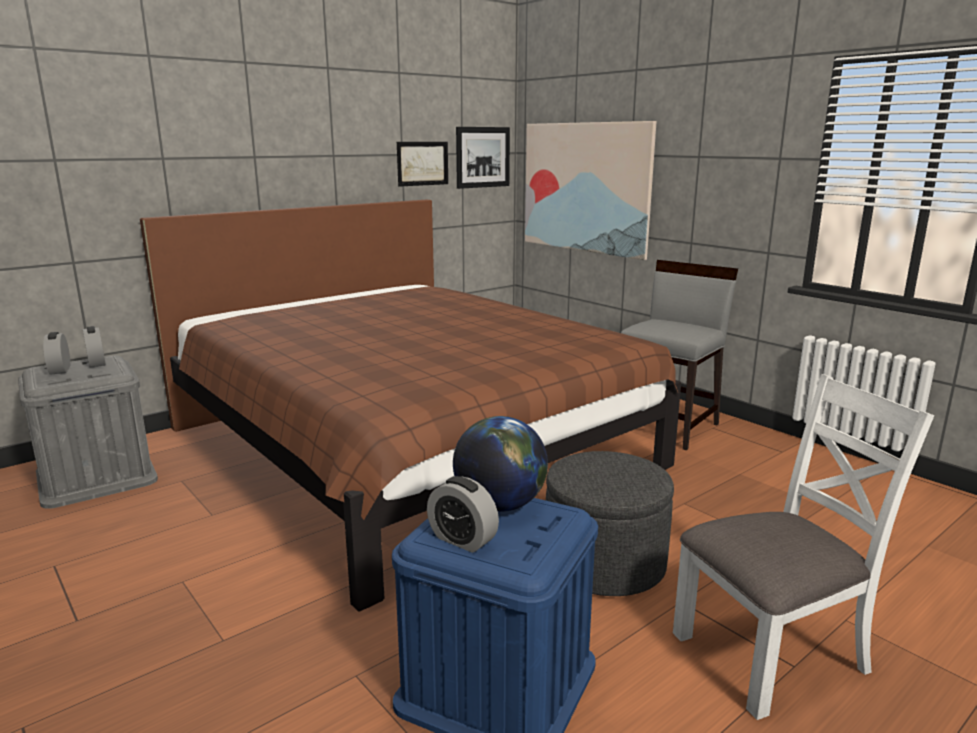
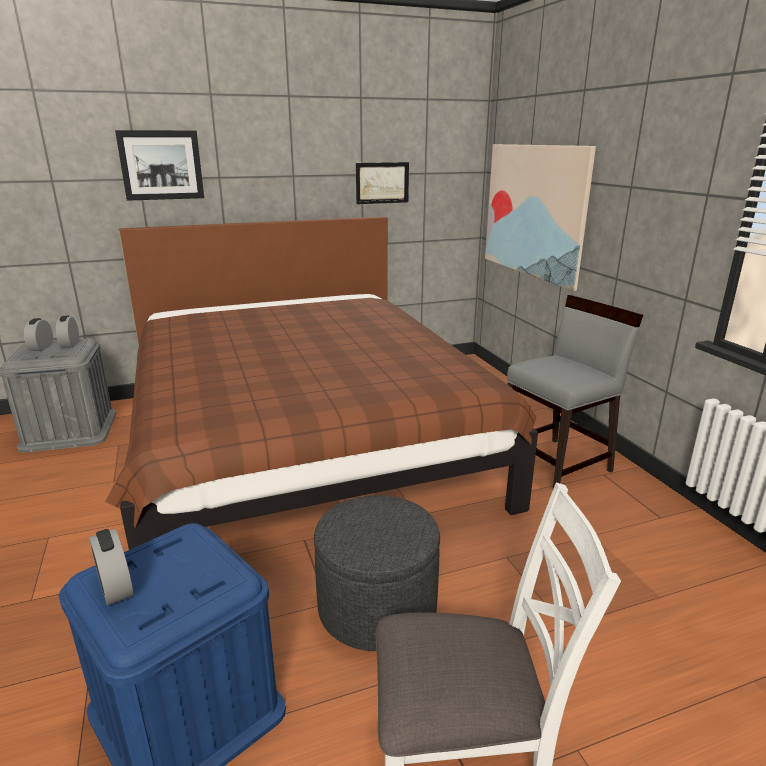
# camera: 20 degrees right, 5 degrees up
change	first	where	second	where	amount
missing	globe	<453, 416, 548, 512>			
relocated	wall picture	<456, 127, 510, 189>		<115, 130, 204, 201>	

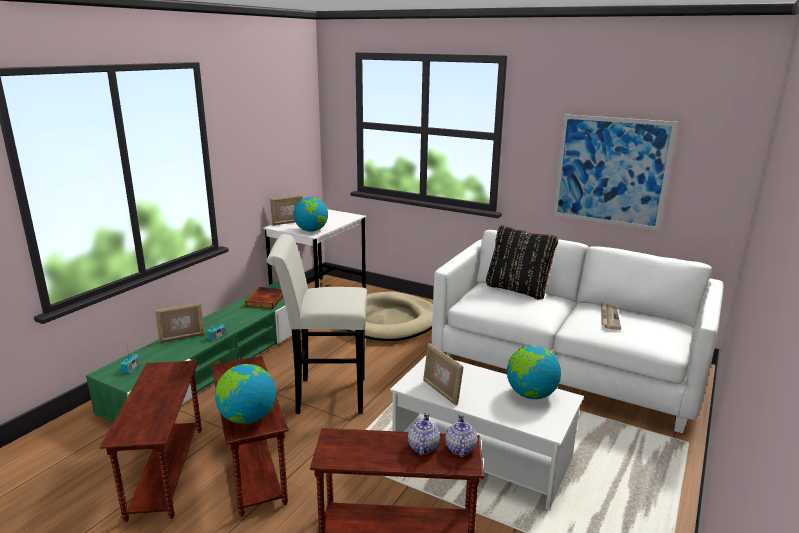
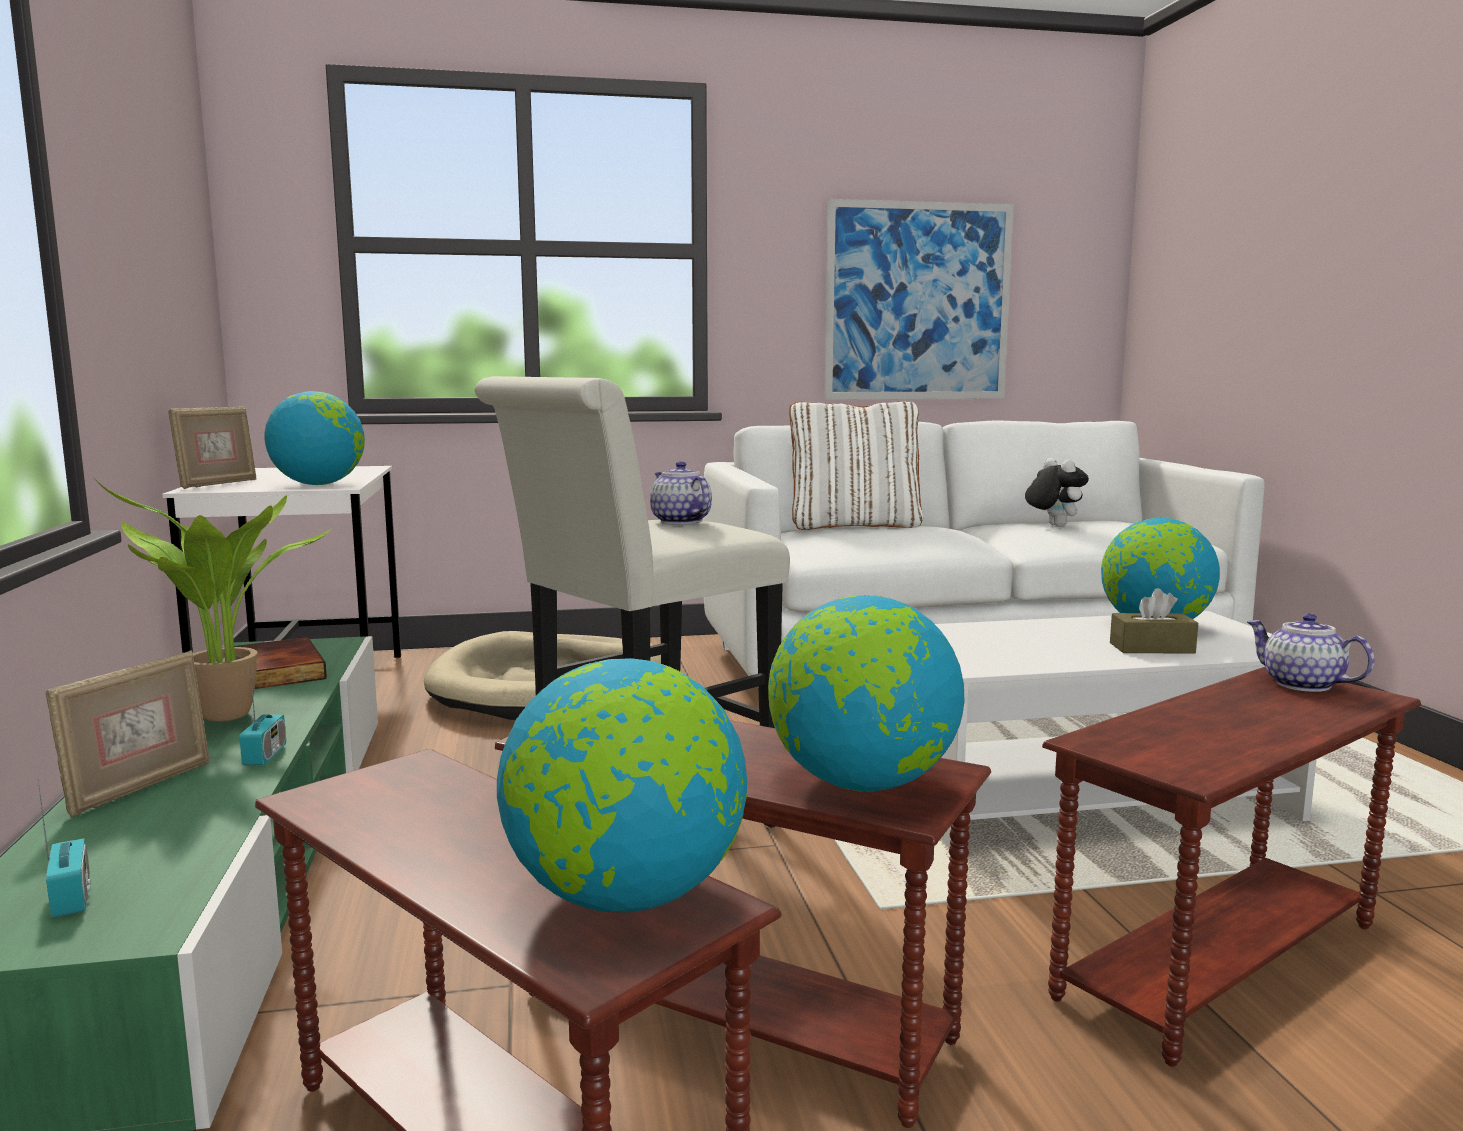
# camera: 40 degrees left, 10 degrees down
change	first	where	second	where	amount
missing	standing frame	<423, 343, 463, 406>			
appeared			houseplant	<92, 476, 333, 722>	
appeared			globe	<497, 658, 747, 912>	
appeared			tissue box in brown	<1110, 588, 1198, 654>	
relocated	teapot	<408, 413, 440, 455>		<650, 461, 712, 525>	
exchanged	newspaper	<601, 303, 621, 330>	cuddly toy	<1025, 458, 1089, 527>	
colour	pillow in black	<486, 225, 558, 299>	pillow in white	<789, 401, 923, 530>	

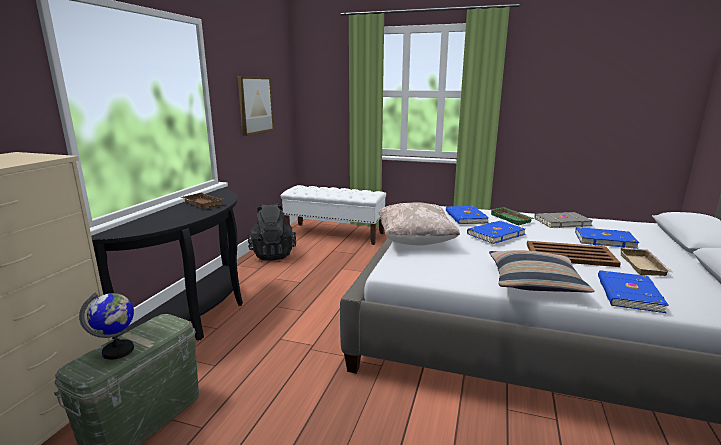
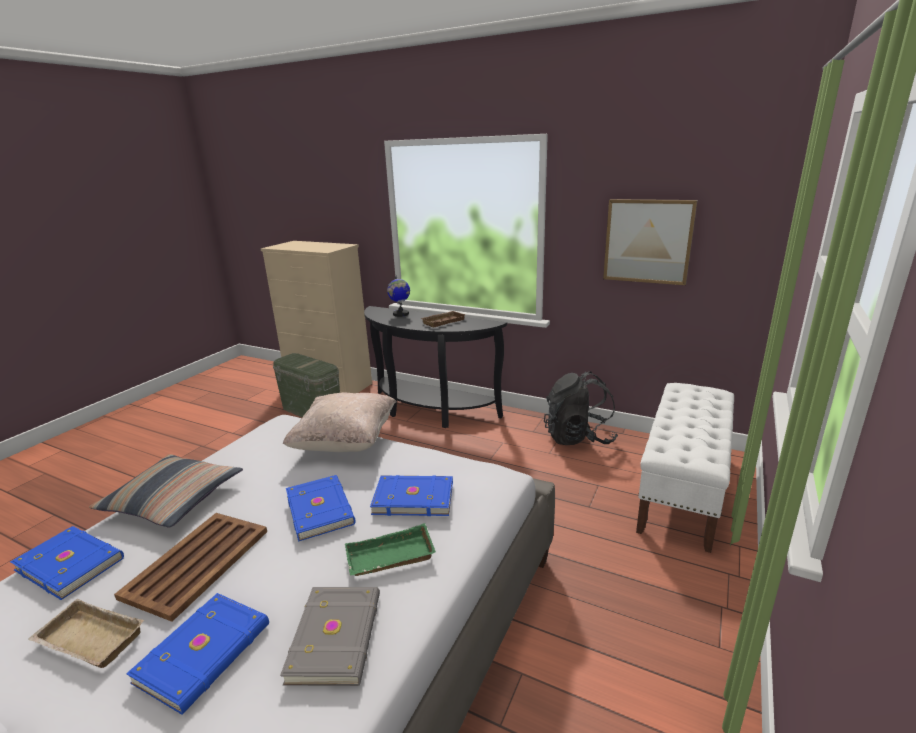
# camera: 100 degrees right, 5 degrees up
change	first	where	second	where	amount
relocated	globe	<79, 293, 134, 360>		<387, 275, 410, 317>	

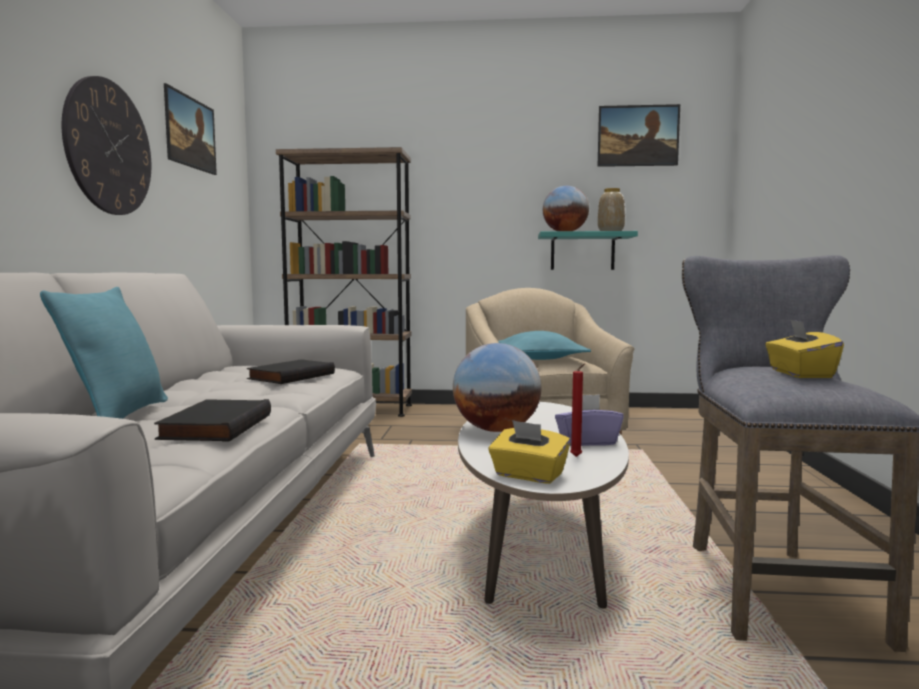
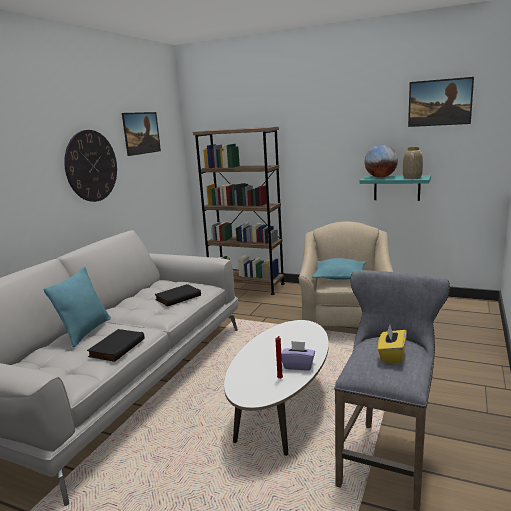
# camera: 20 degrees right, 10 degrees up
change	first	where	second	where	amount
missing	globe	<453, 343, 541, 432>			
missing	tissue box in yellow-coloured	<488, 420, 571, 484>			

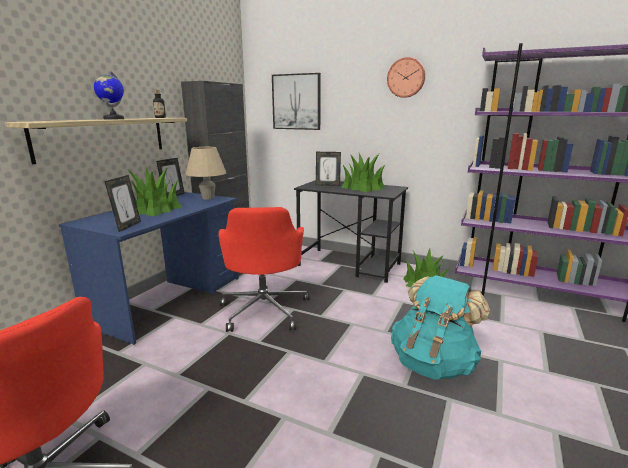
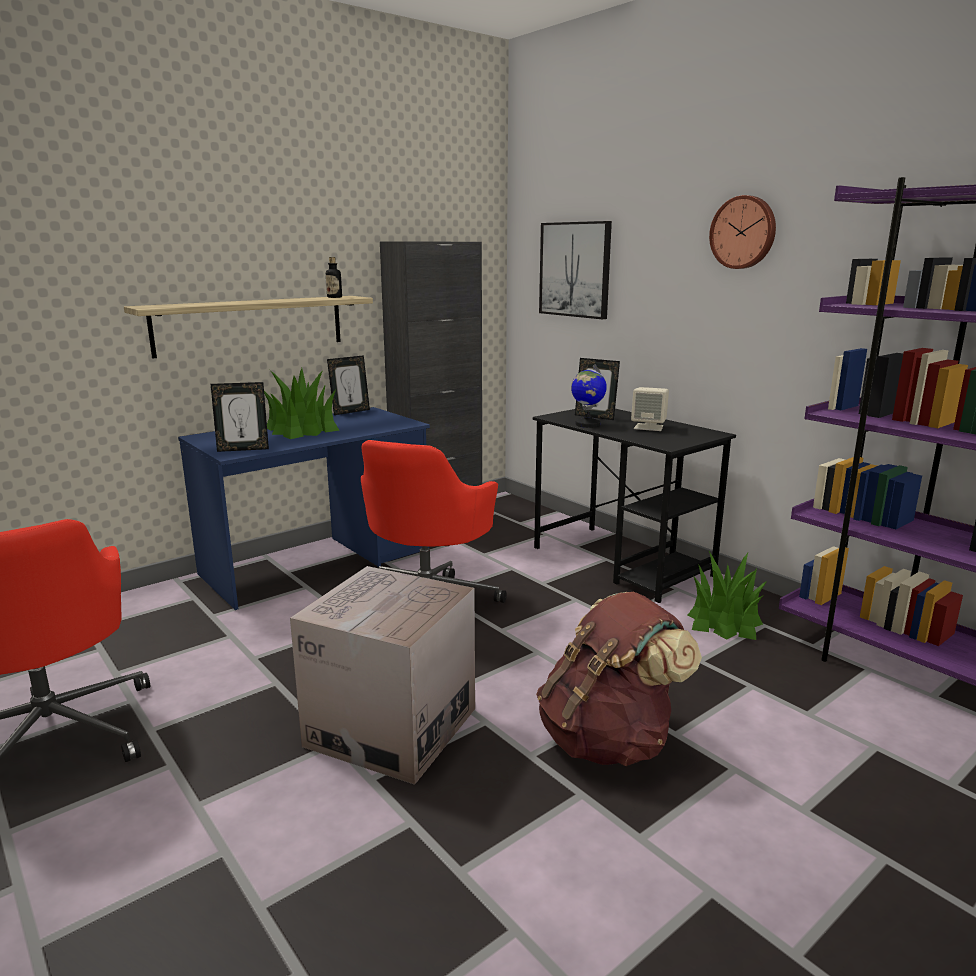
# camera: 25 degrees right, 0 degrees up
change	first	where	second	where	amount
missing	lamp for a table in sand-coloured	<185, 147, 226, 200>			
appeared			packing box	<290, 566, 475, 785>	
relocated	globe	<94, 71, 124, 119>		<571, 364, 607, 428>	
exchanged	houseplant	<341, 153, 386, 192>	speaker in sand-coloured	<631, 387, 669, 431>	
colour	rucksack in blue-green	<391, 275, 490, 380>	rucksack in brown	<536, 592, 702, 766>	
spun	standing frame	<104, 175, 141, 232>		<211, 382, 269, 452>	45 degrees clockwise

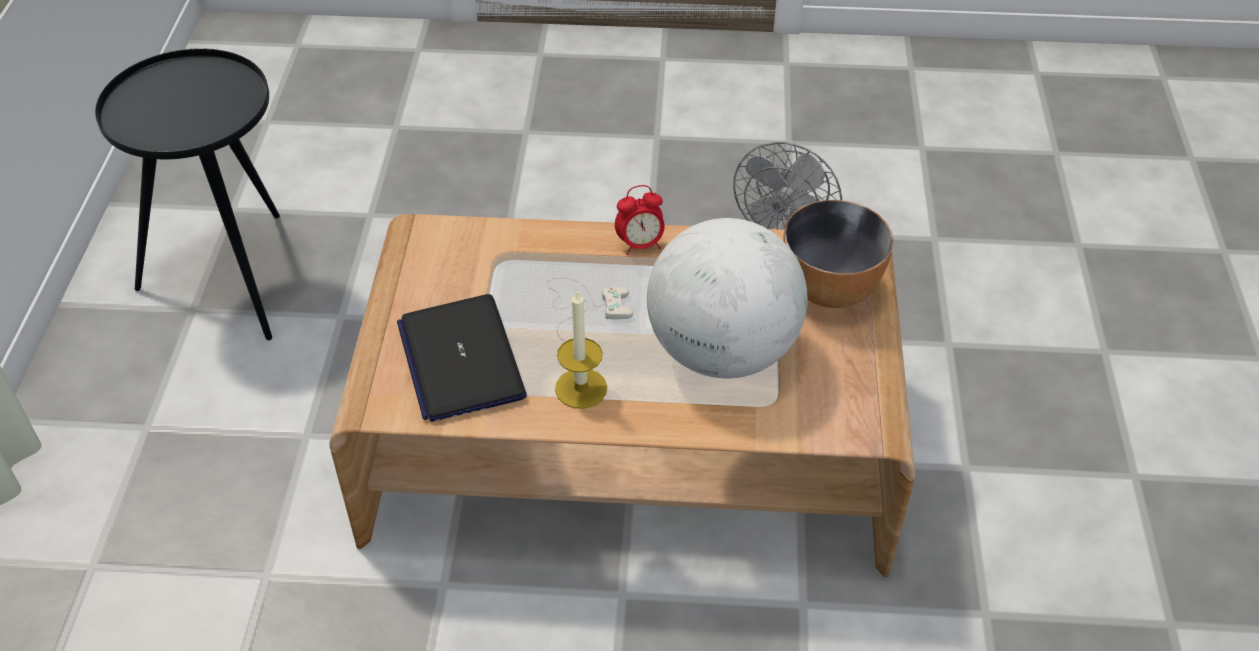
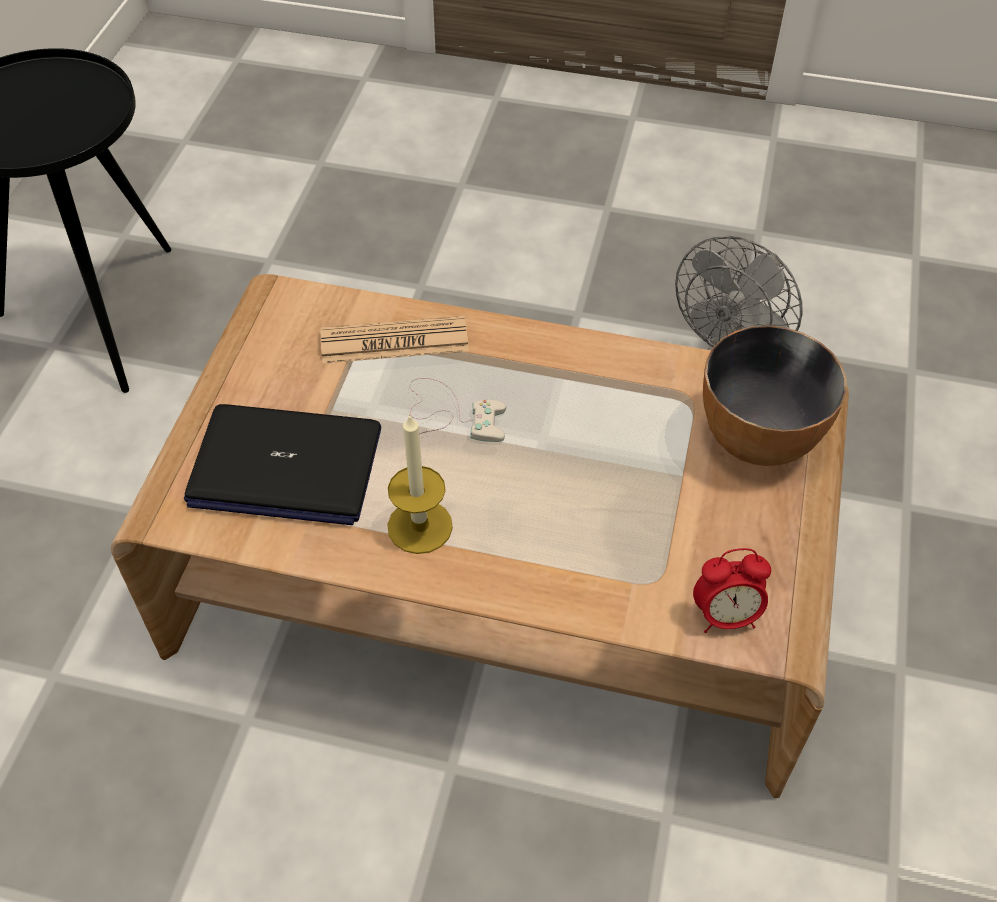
# camera: 10 degrees right, 5 degrees up
change	first	where	second	where	amount
missing	globe	<647, 218, 807, 378>			
appeared			newspaper	<321, 316, 469, 364>	
relocated	bedside clock	<615, 185, 664, 255>		<693, 548, 771, 633>	
spun	portable computer	<397, 294, 527, 422>		<184, 404, 381, 525>	75 degrees counterclockwise

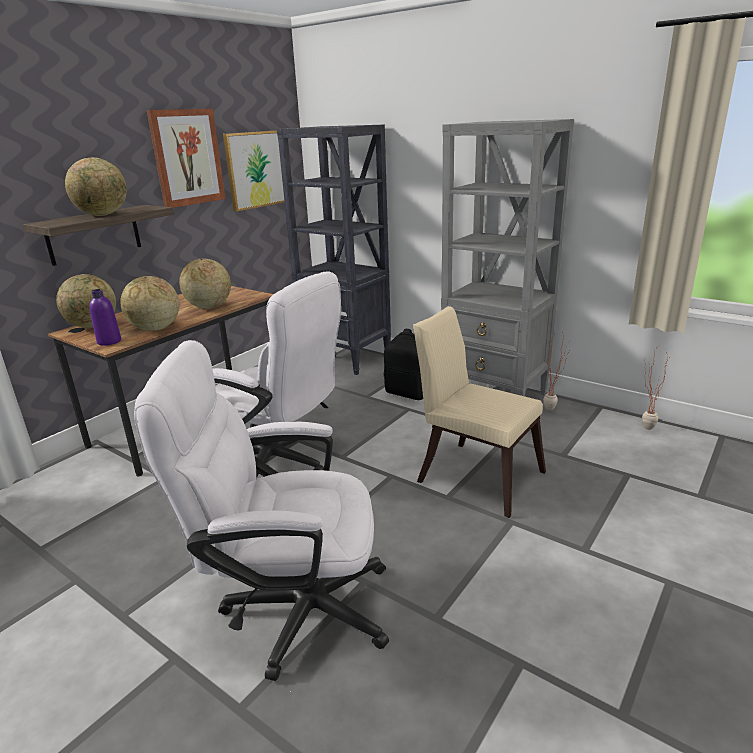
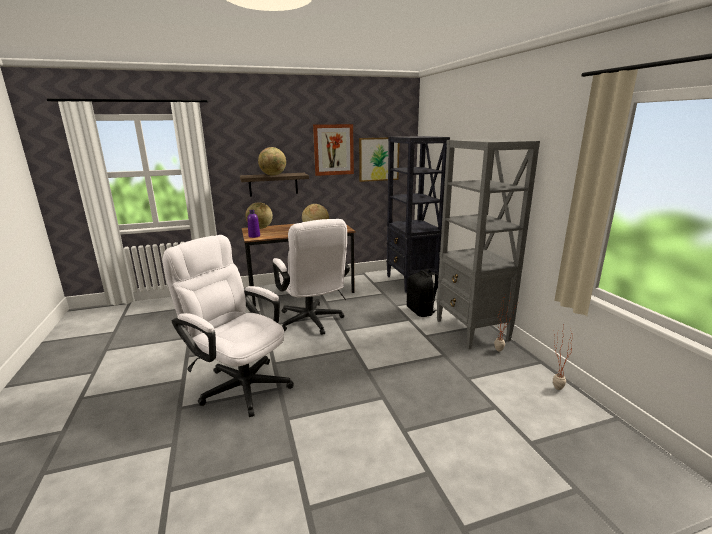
# camera: 35 degrees right, 5 degrees down
change	first	where	second	where	amount
missing	globe	<121, 276, 179, 331>			
missing	plain chair in sand-coloured	<413, 306, 546, 518>			

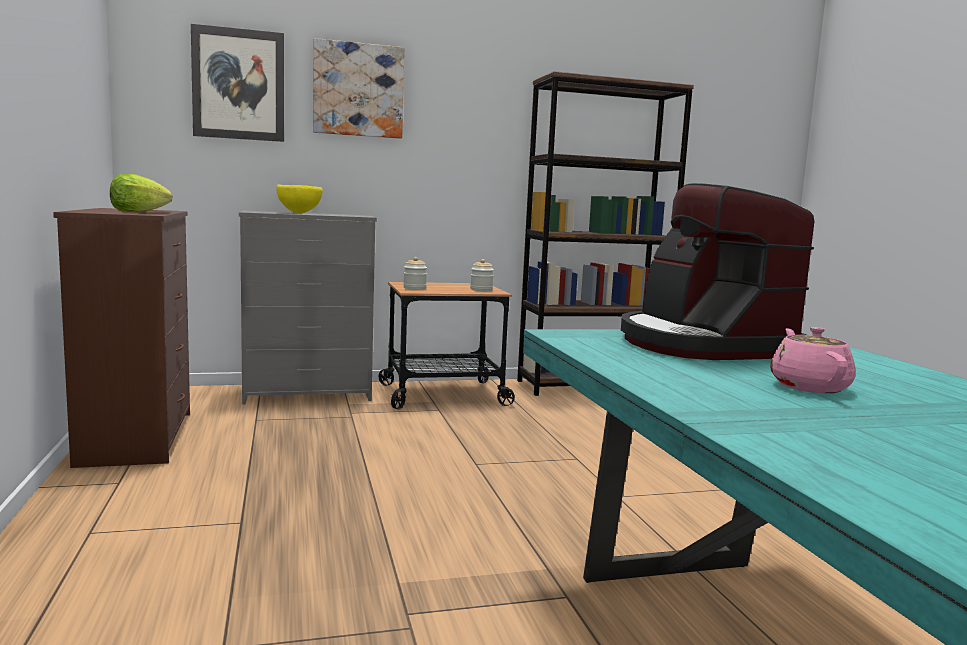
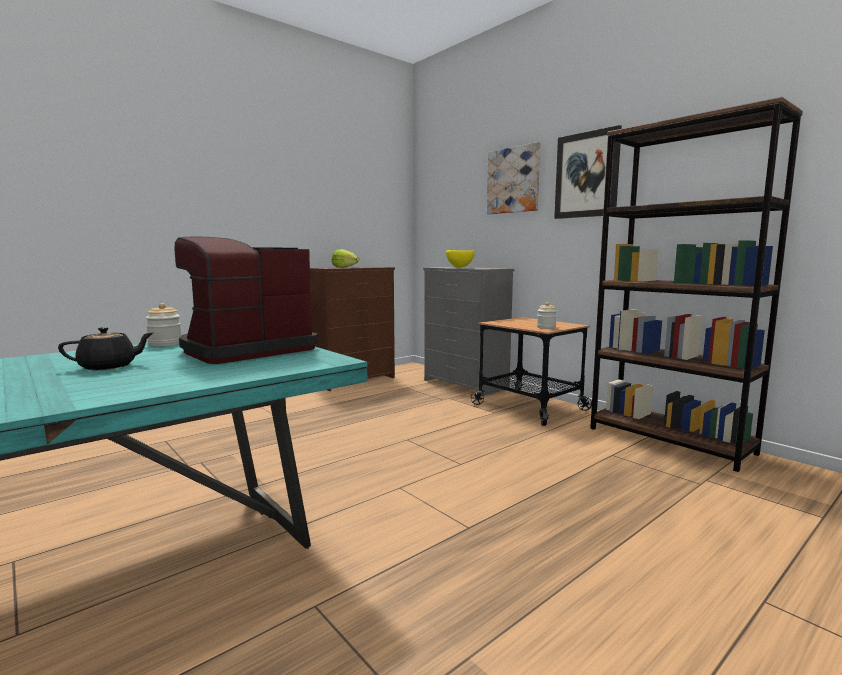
# camera: 65 degrees right, 0 degrees up
change	first	where	second	where	amount
relocated	wall picture	<191, 24, 284, 142>		<554, 125, 622, 219>	
relocated	preserve jar	<403, 257, 427, 289>		<146, 303, 181, 346>	
colour	teapot in pink-coloured	<770, 327, 856, 393>	teapot in black	<58, 327, 153, 370>	

